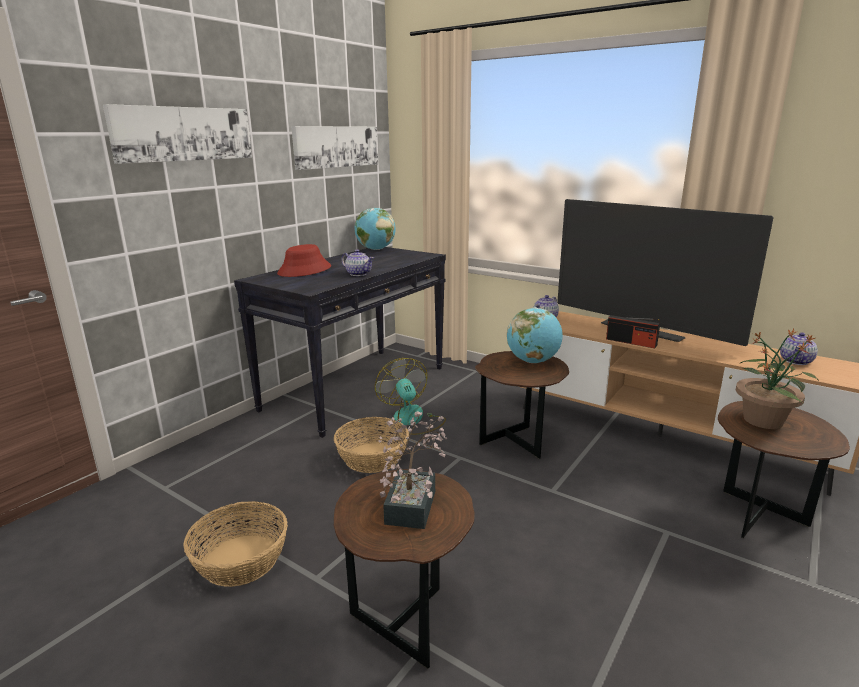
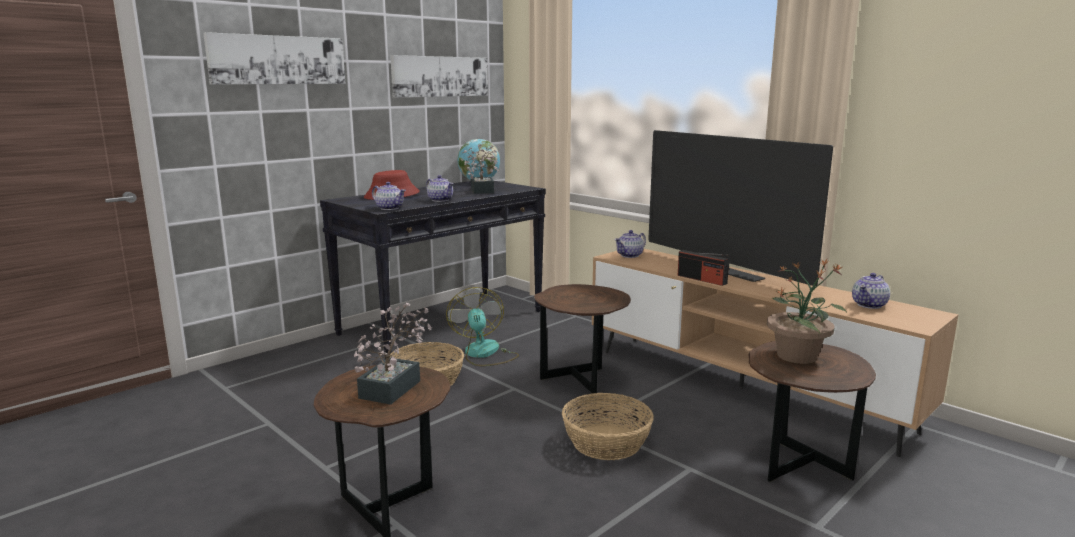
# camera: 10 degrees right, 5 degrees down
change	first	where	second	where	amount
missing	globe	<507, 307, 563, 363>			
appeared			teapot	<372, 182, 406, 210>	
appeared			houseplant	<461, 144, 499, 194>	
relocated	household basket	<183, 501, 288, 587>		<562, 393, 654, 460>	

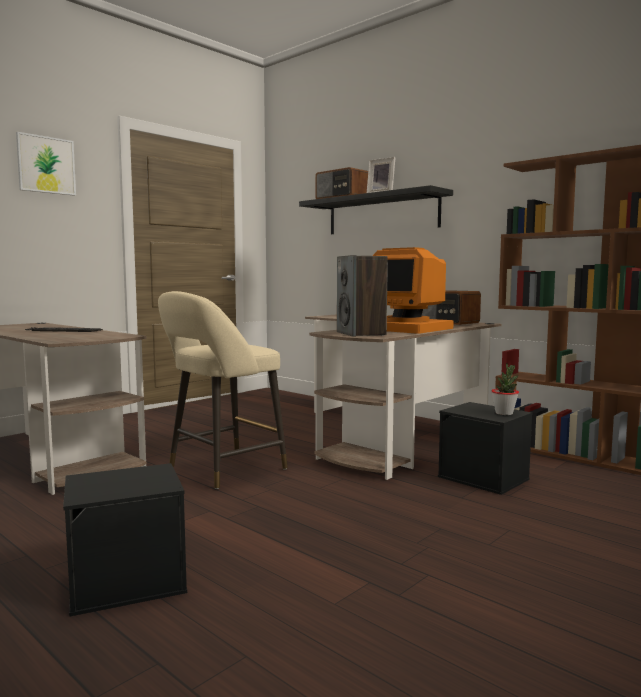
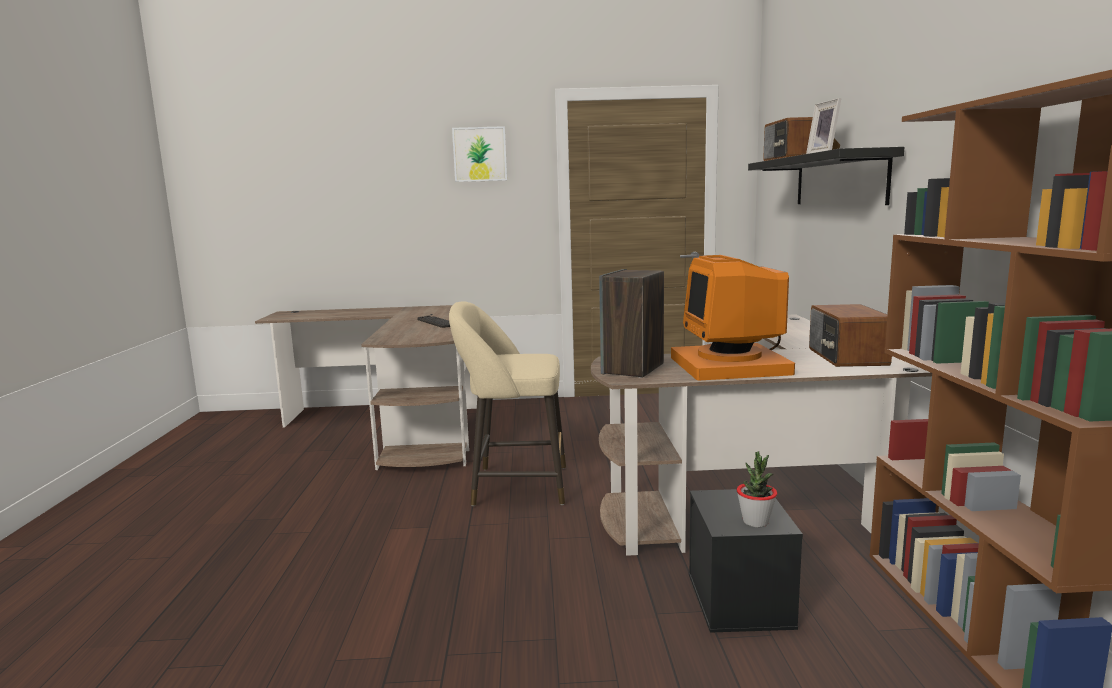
# camera: 45 degrees right, 5 degrees up
change	first	where	second	where	amount
missing	storage box in black	<63, 463, 187, 617>			

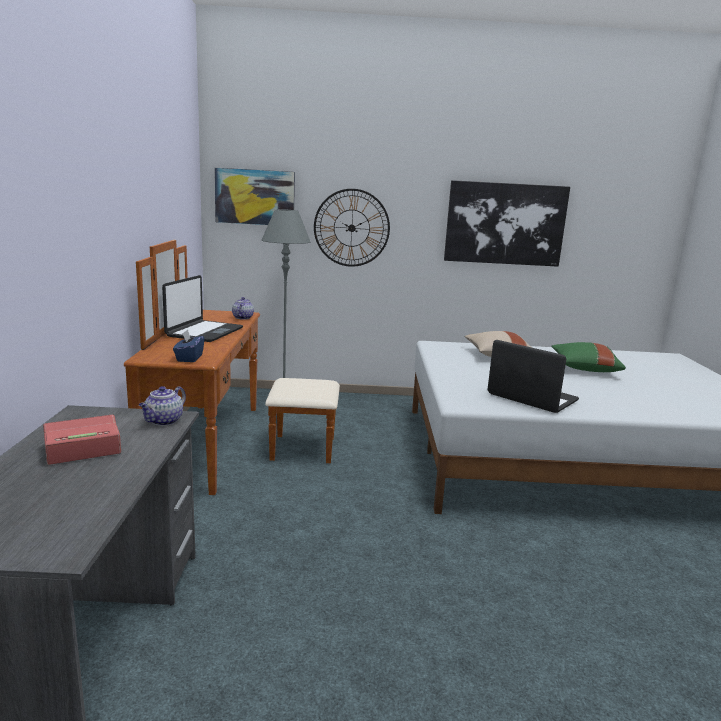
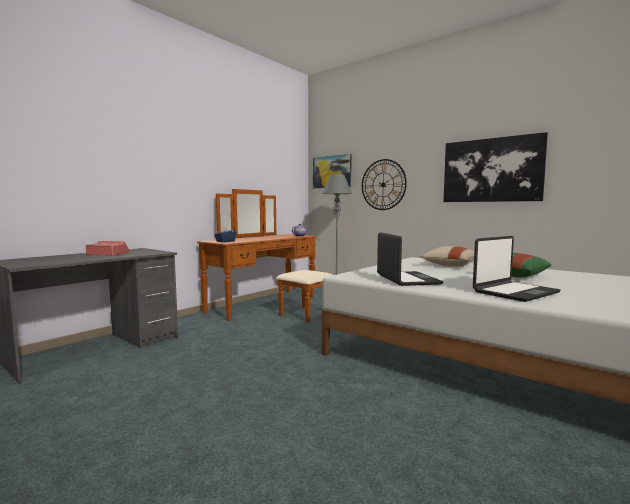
# camera: 40 degrees right, 10 degrees down
change	first	where	second	where	amount
missing	teapot	<139, 386, 186, 426>			
relocated	portable computer	<162, 275, 243, 342>		<473, 236, 561, 302>	

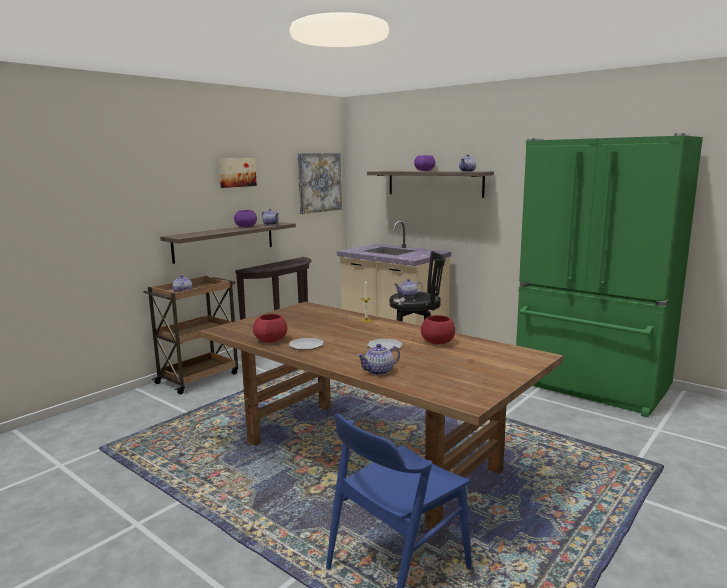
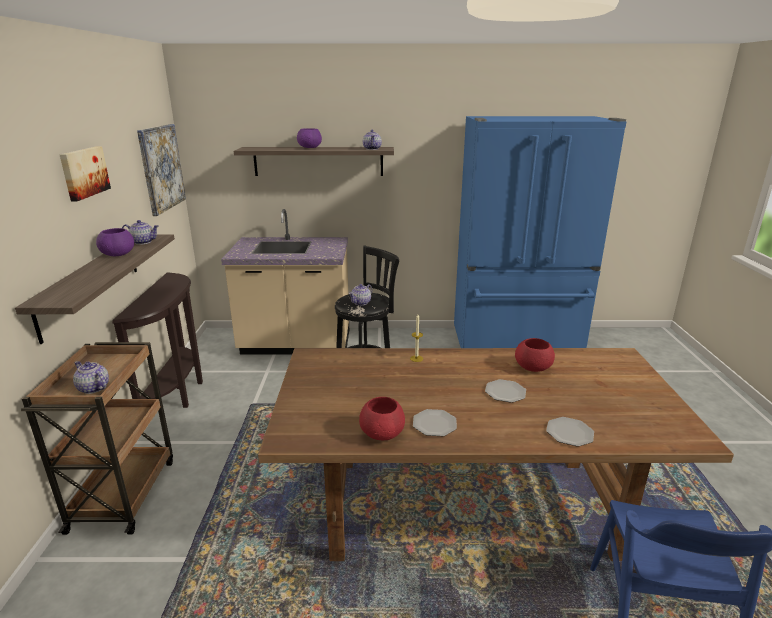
# camera: 40 degrees left, 10 degrees up
change	first	where	second	where	amount
exchanged	teapot	<357, 344, 400, 375>	dinner plate	<546, 417, 594, 447>	
colour	refrigerator in greenish	<516, 133, 703, 417>	refrigerator in blue-coloured	<454, 116, 626, 348>	

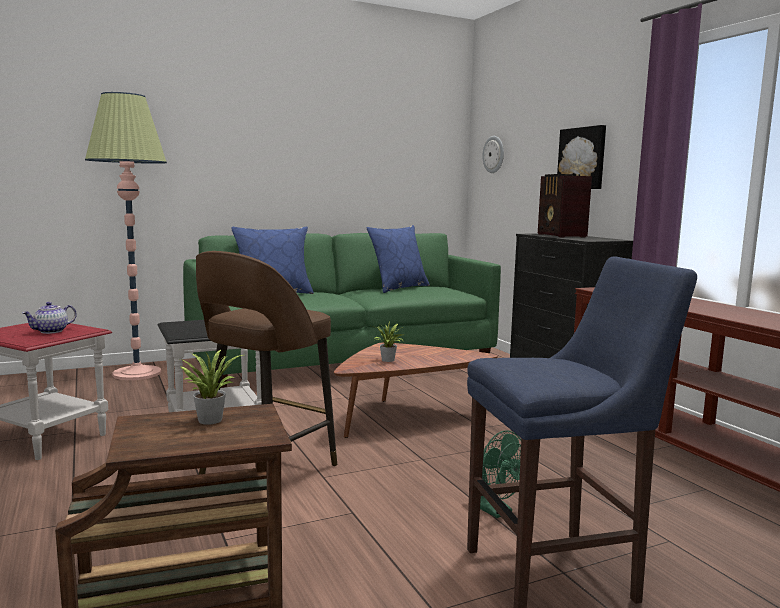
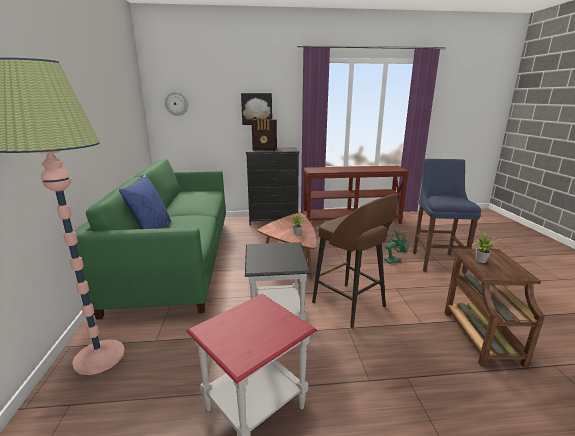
# camera: 70 degrees left, 10 degrees up
change	first	where	second	where	amount
missing	teapot	<23, 302, 77, 334>			
missing	pillow in blue-coloured	<367, 225, 430, 293>			

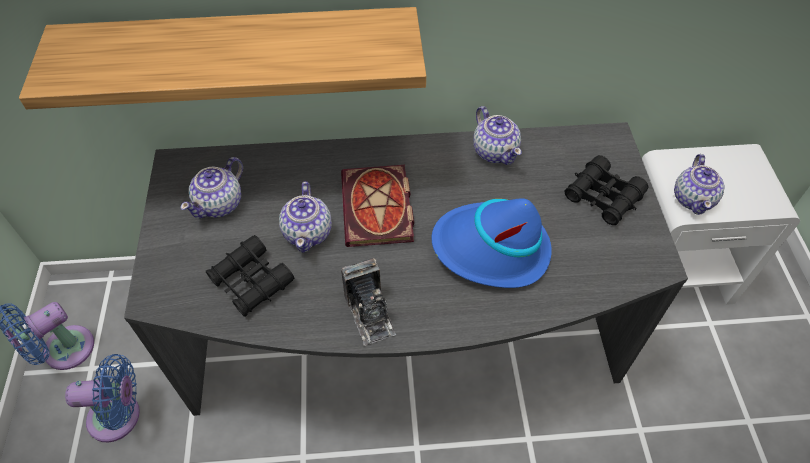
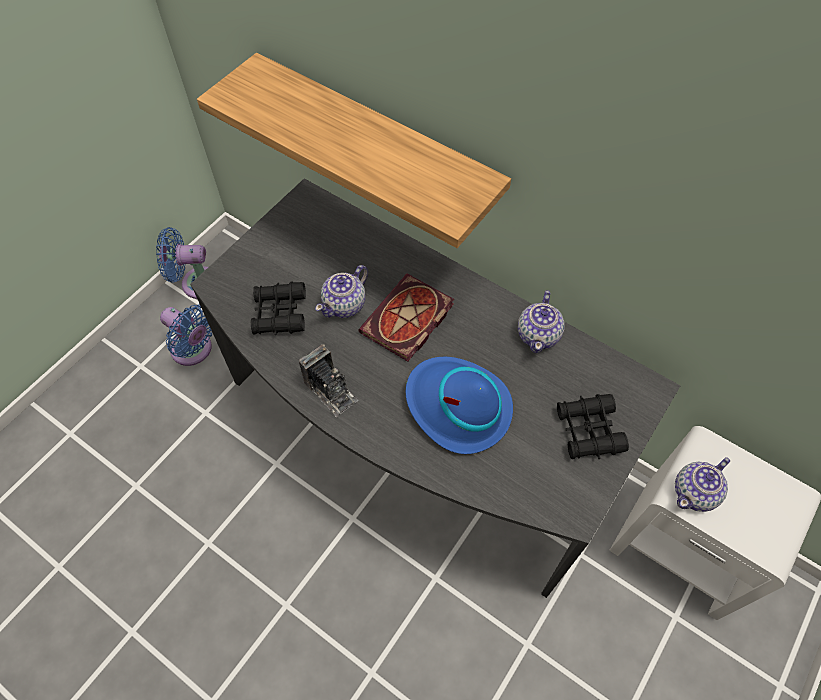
# camera: 40 degrees right, 5 degrees up
change	first	where	second	where	amount
missing	teapot	<181, 157, 243, 218>			
spun	photo camera	<341, 258, 396, 346>		<299, 344, 358, 417>	60 degrees counterclockwise

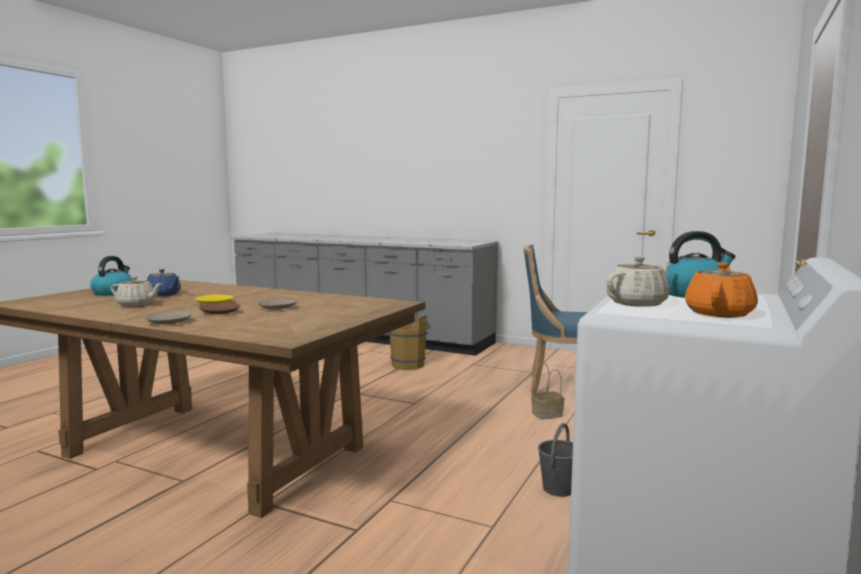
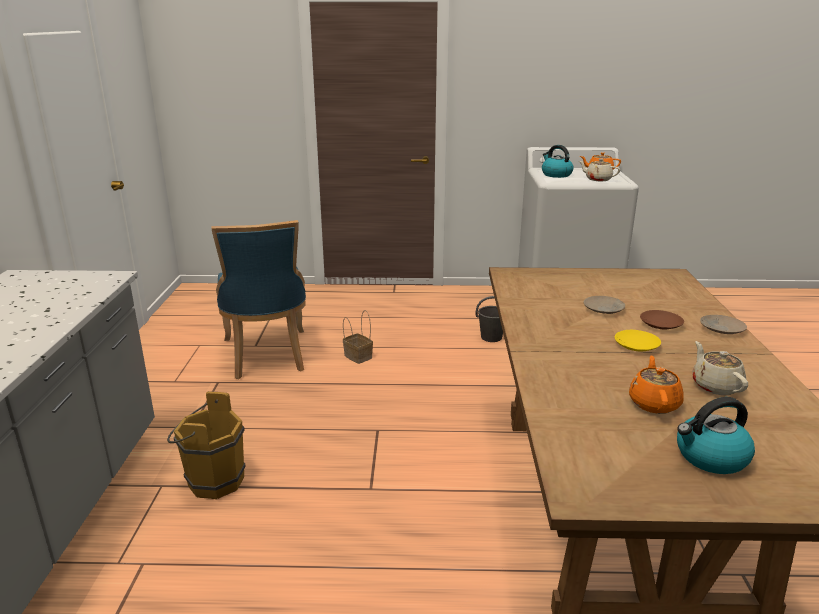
# camera: 115 degrees left, 15 degrees up
change	first	where	second	where	amount
colour	teapot in blue-coloured	<147, 269, 181, 296>	teapot in orange-coloured	<629, 355, 683, 414>	

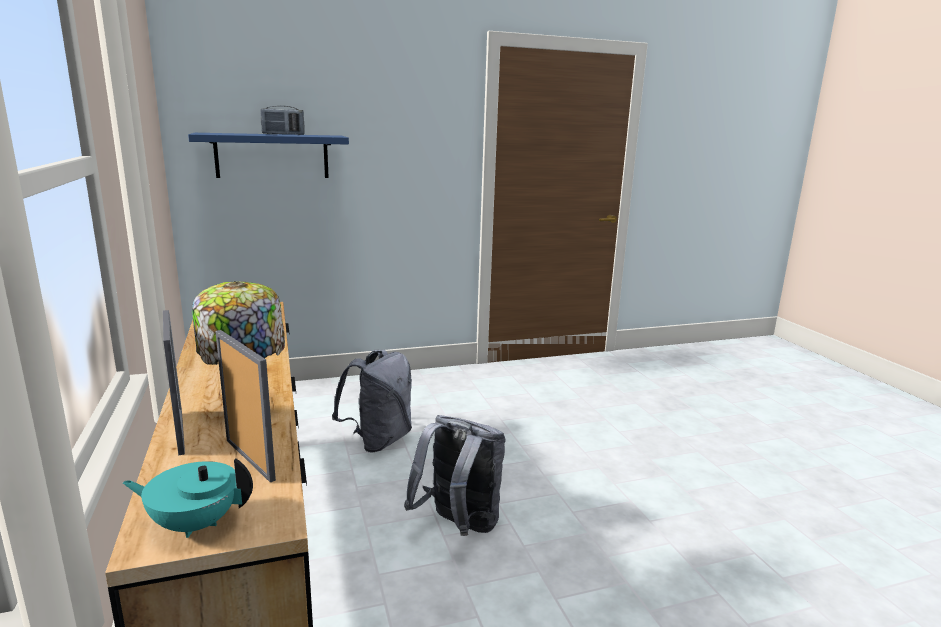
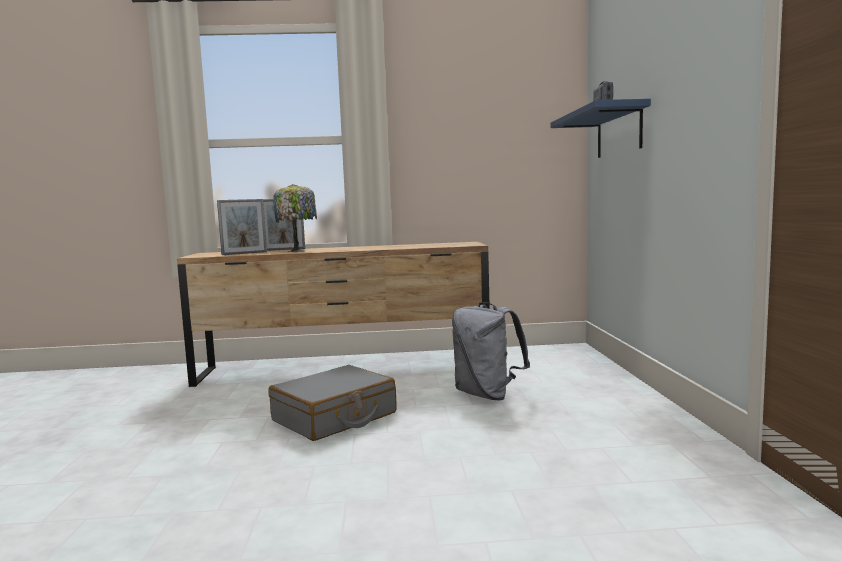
# camera: 105 degrees right, 10 degrees down
change	first	where	second	where	amount
missing	teapot in blue-green	<122, 458, 253, 538>			
exchanged	rucksack in grey	<404, 415, 505, 536>	travel case in grey	<269, 365, 397, 441>	

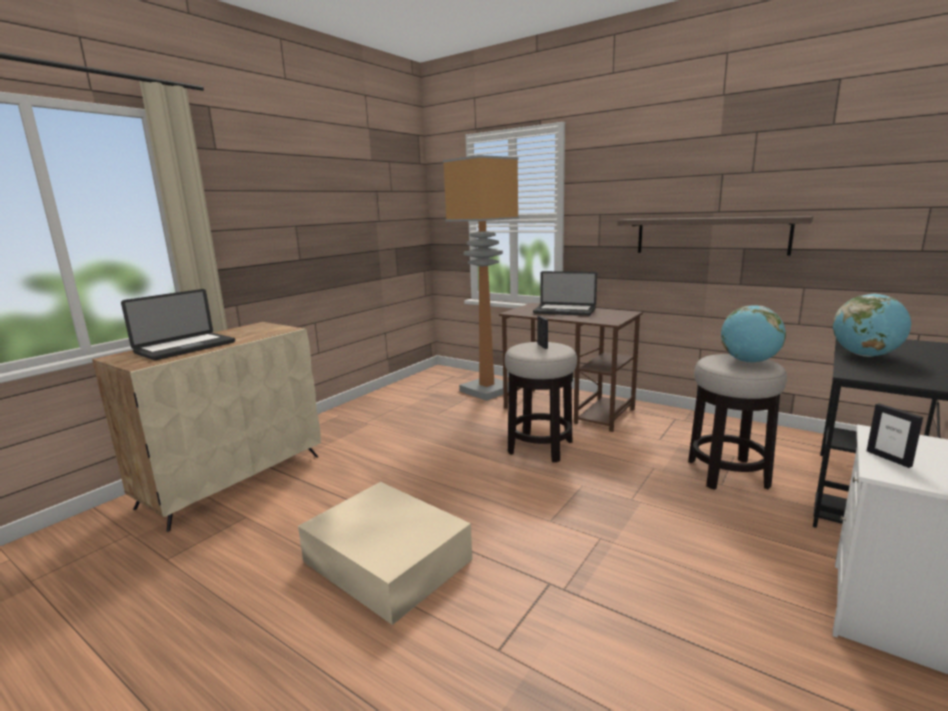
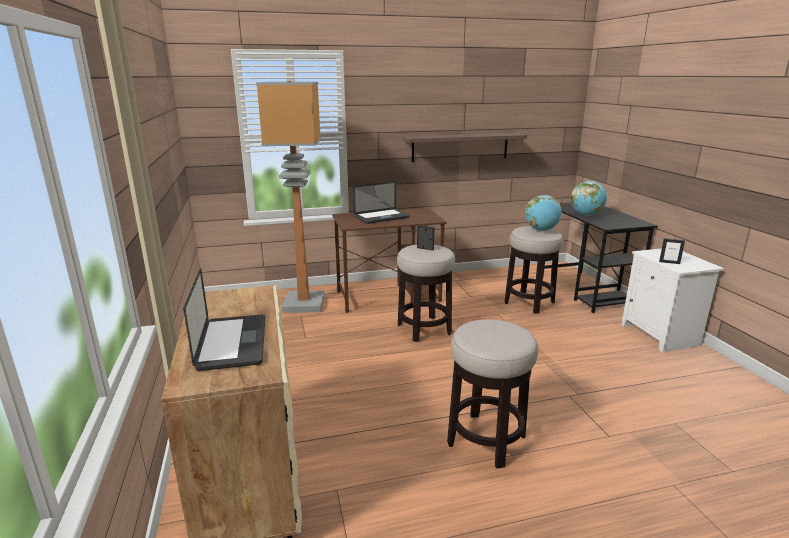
# camera: 50 degrees left, 5 degrees up
change	first	where	second	where	amount
exchanged	storage box in sand-coloured	<298, 482, 472, 625>	stool	<447, 319, 538, 468>	

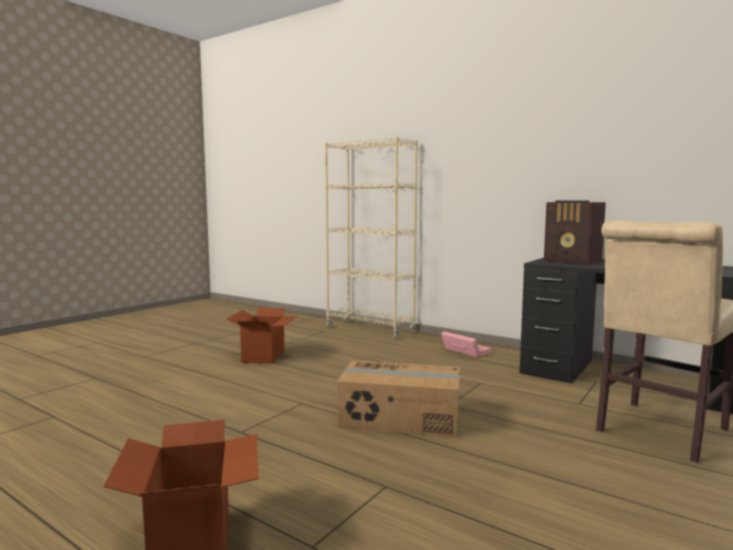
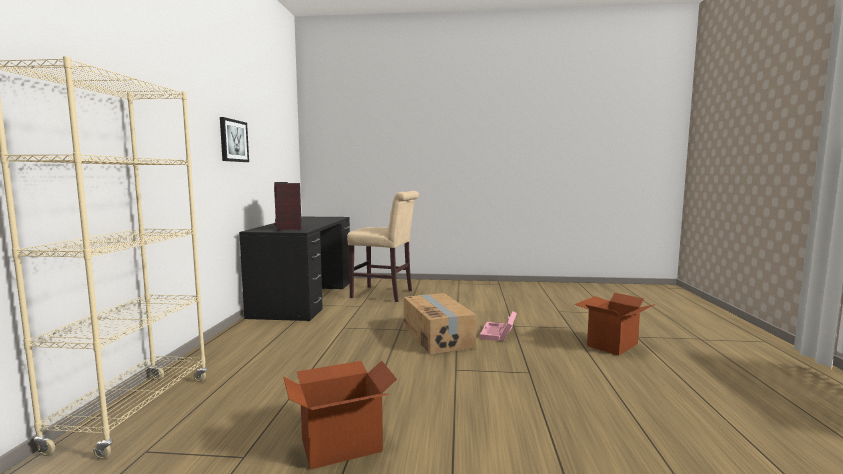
# camera: 120 degrees left, 0 degrees up
change	first	where	second	where	amount
appeared			wall picture	<220, 117, 249, 162>	
relocated	storage box in pink-coloured	<441, 332, 491, 357>		<480, 311, 517, 341>	
spun	radio receiver	<544, 200, 606, 265>		<274, 182, 302, 231>	150 degrees clockwise

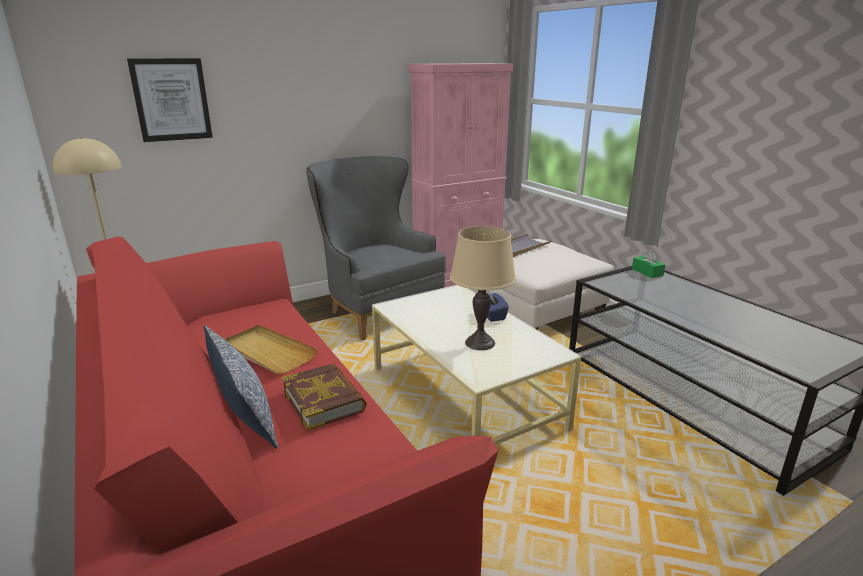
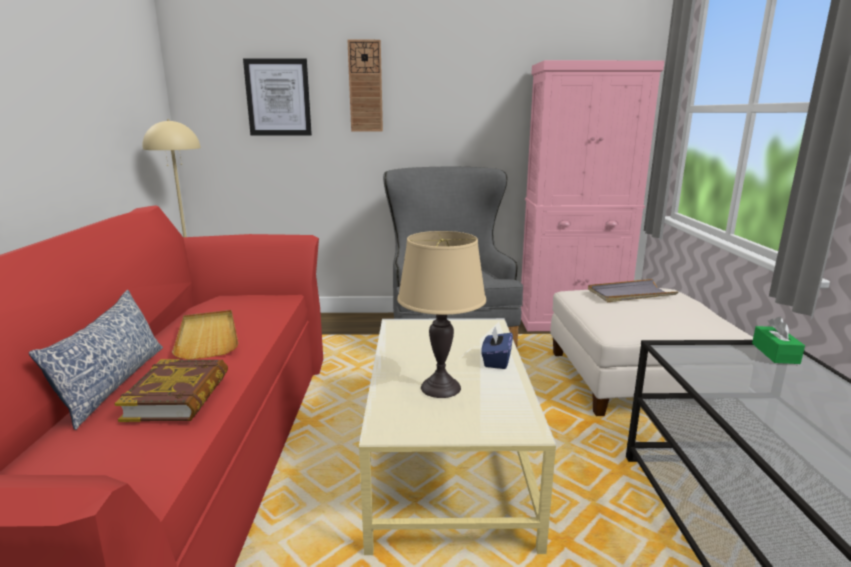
# camera: 30 degrees right, 5 degrees down
change	first	where	second	where	amount
appeared			hanging clock	<347, 40, 383, 132>	

